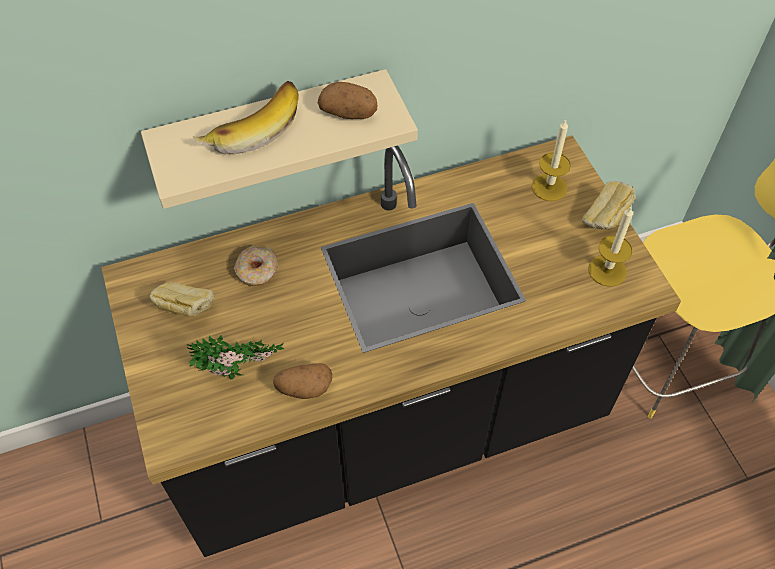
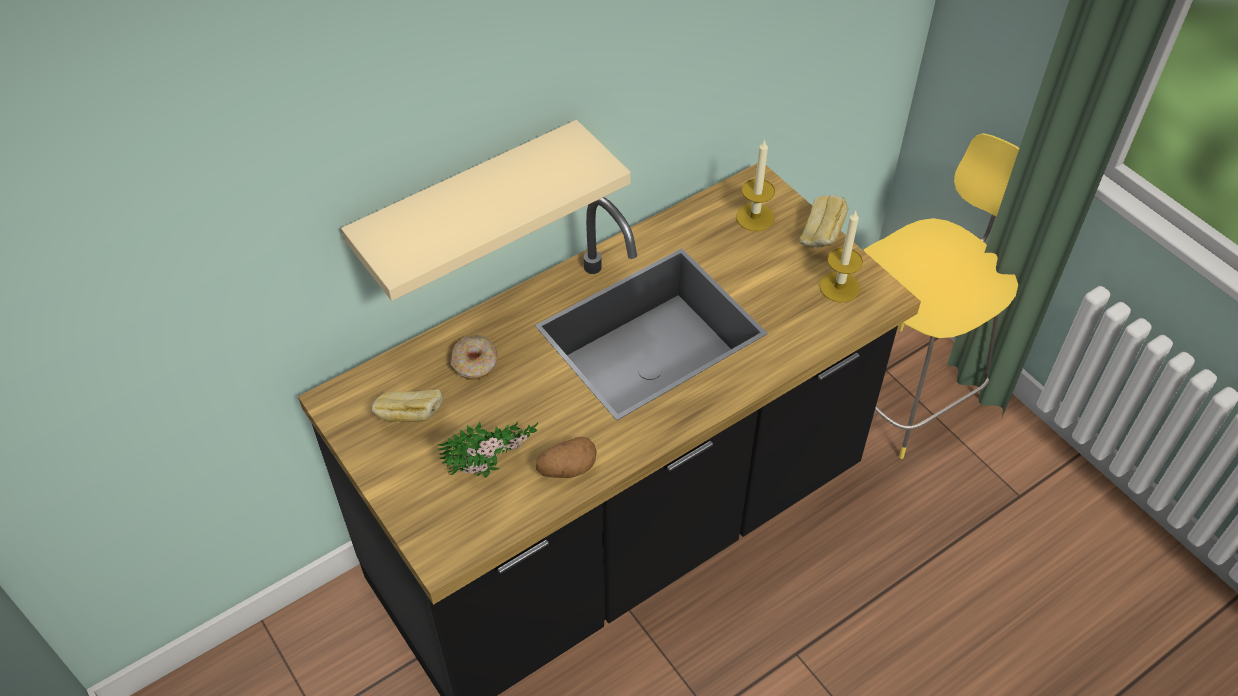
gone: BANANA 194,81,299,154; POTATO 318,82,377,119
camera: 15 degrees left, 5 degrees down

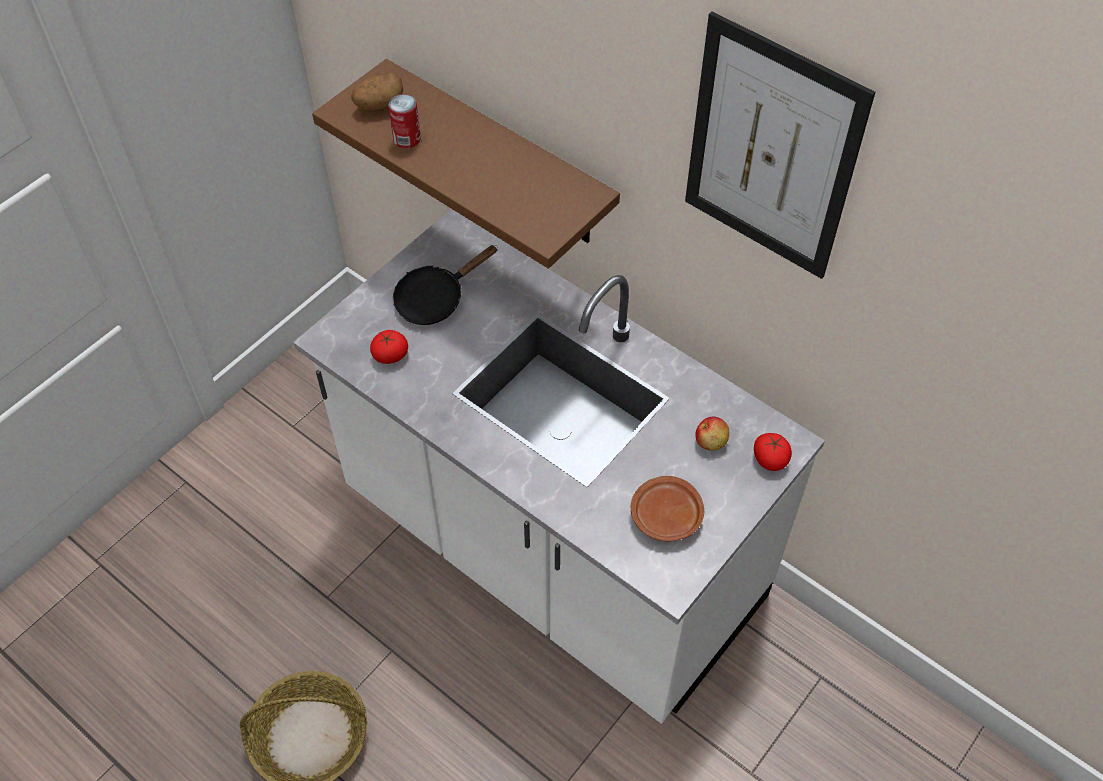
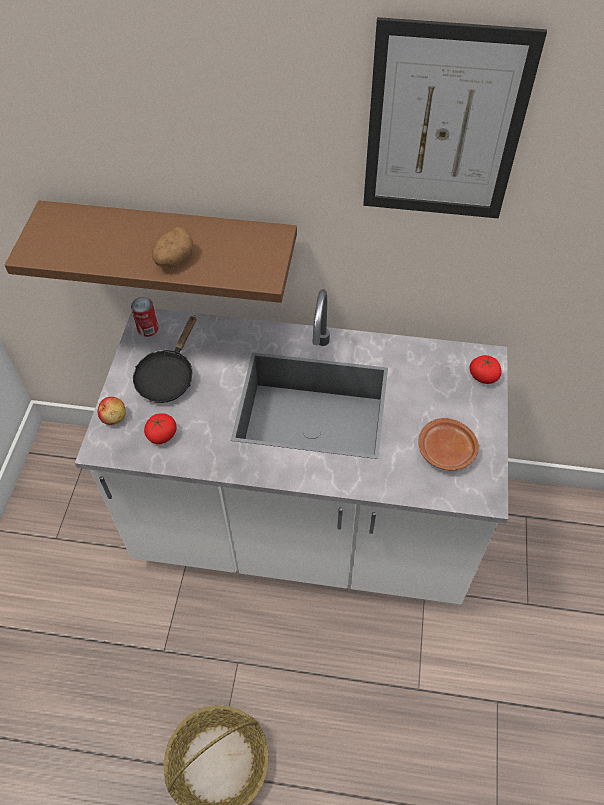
shifted: POTATO 351,73,403,112 to 152,227,193,268; CAN 389,94,421,148 to 131,297,159,337; APPLE 695,417,729,451 to 98,397,126,425
camera: 30 degrees left, 0 degrees up

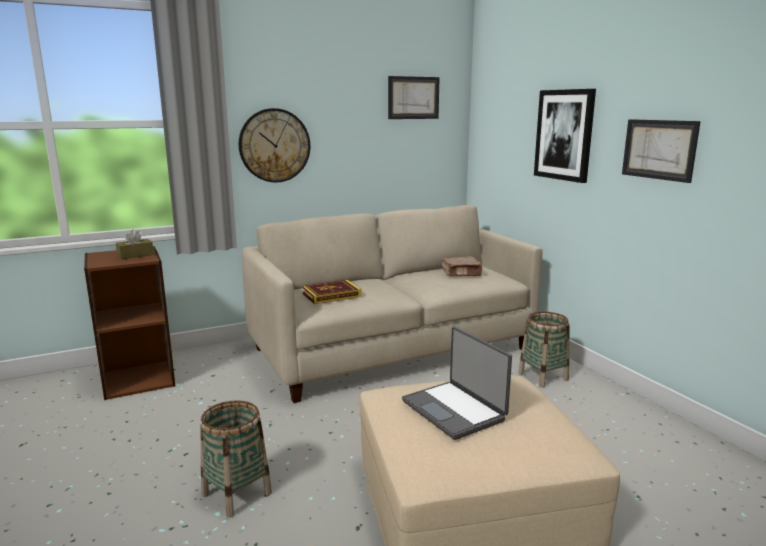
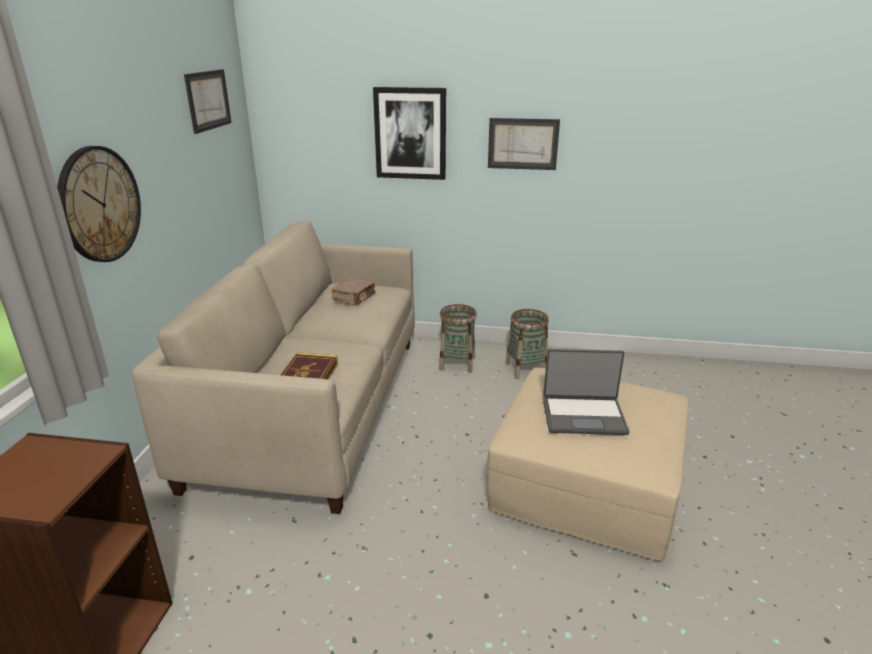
gone: BROWN TISSUE BOX 116,230,154,259
shifted: BASKET 200,400,272,518 to 505,309,549,379
camera: 55 degrees left, 10 degrees up

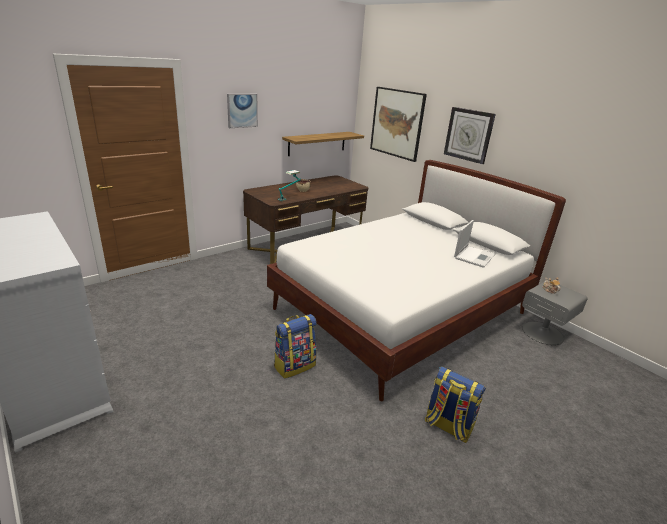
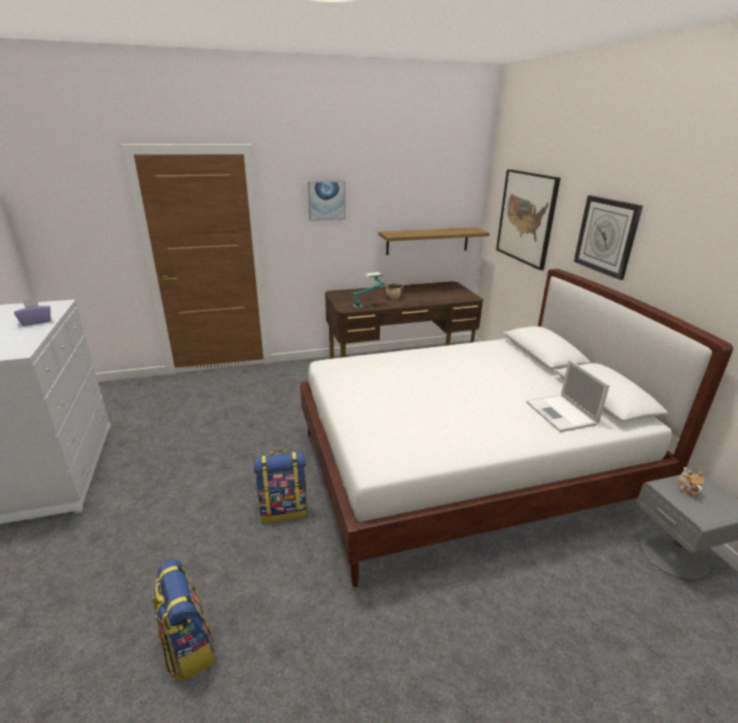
new: PURPLE TISSUE BOX 14,298,51,326
shifted: BACKPACK 425,366,486,443 to 153,560,215,681
rotated: LAPTOP 454,220,495,268 = 526,360,610,432 105 degrees clockwise
camera: 25 degrees right, 0 degrees up

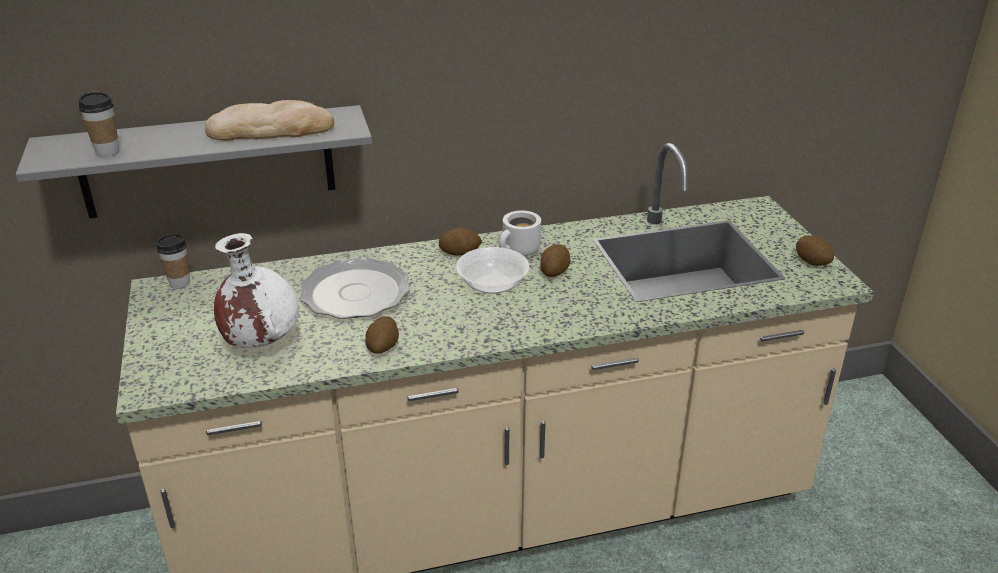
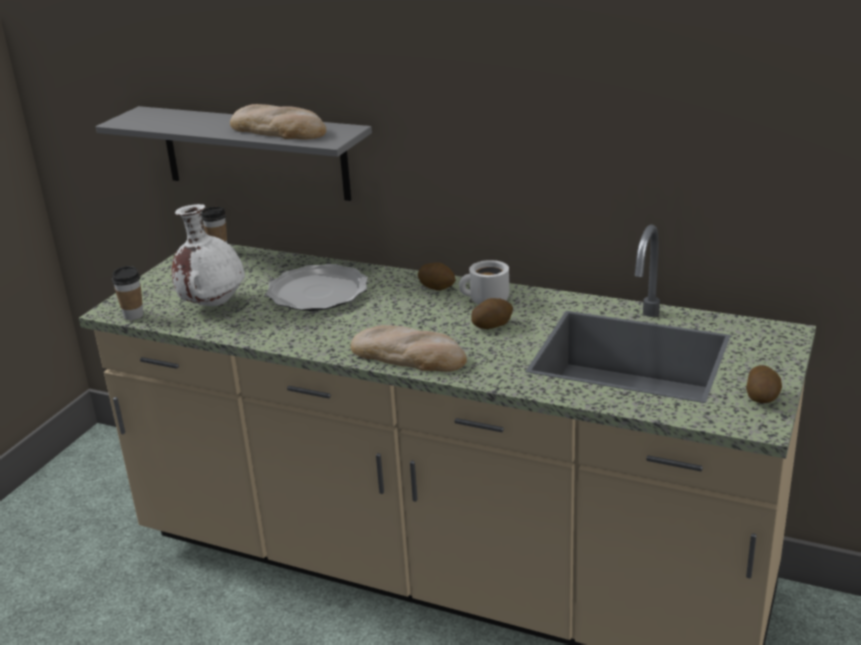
gone: BOWL 456,247,529,294; POTATO 365,316,399,354
new: BREAD 351,325,467,372
shifted: CUP 78,92,119,156 to 112,266,144,320
camera: 40 degrees right, 5 degrees down

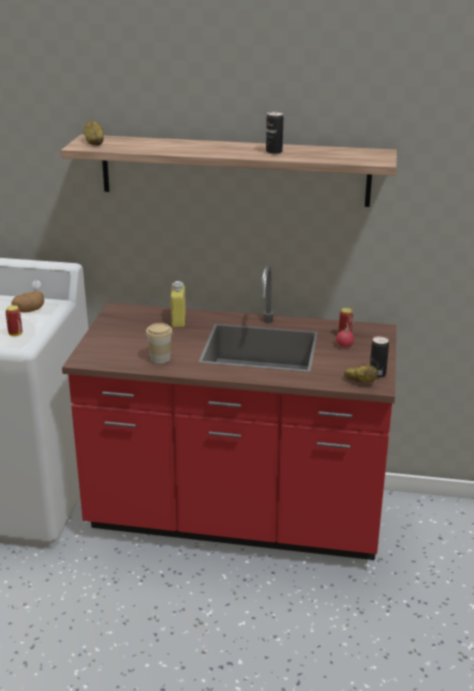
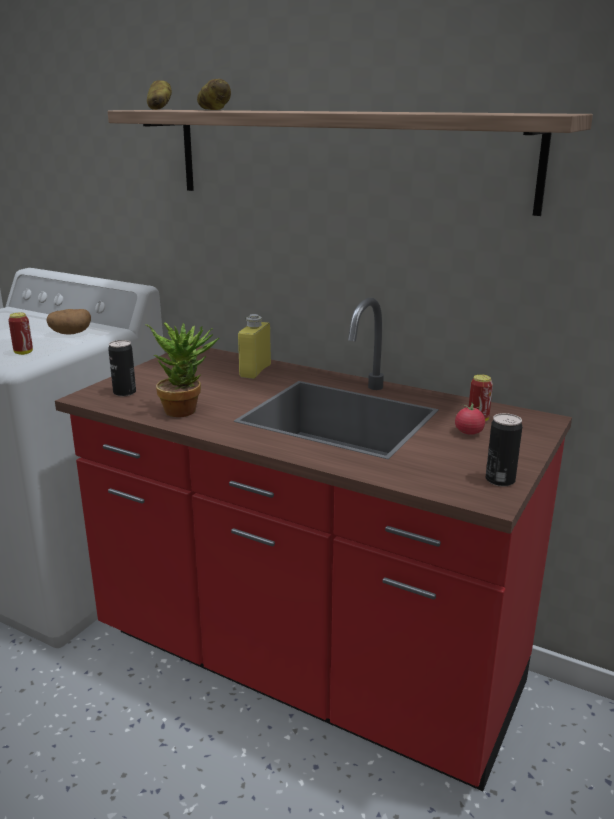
shifted: CAN 266,112,283,154 to 108,340,136,396; POTATO 344,365,378,383 to 197,79,231,110
swapped: CUP 146,323,173,364 to POTTED PLANT 146,322,219,417
camera: 20 degrees right, 5 degrees down

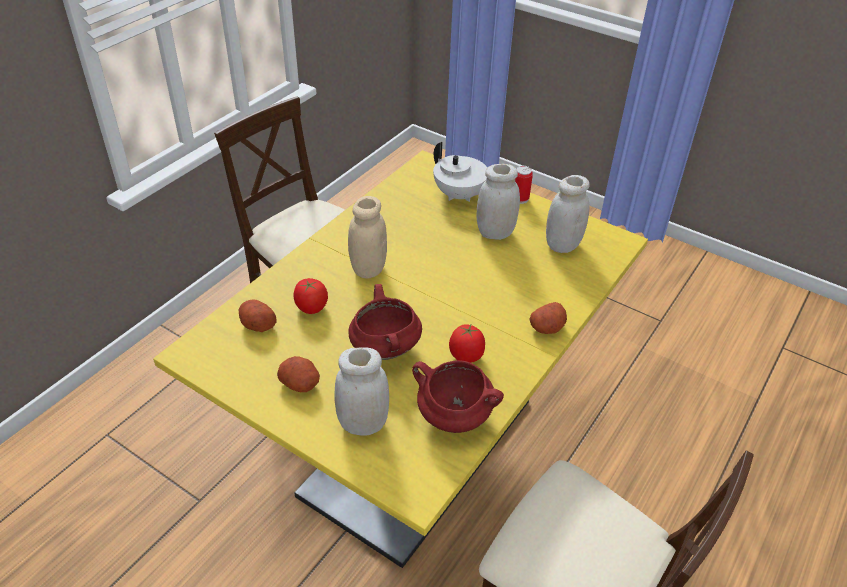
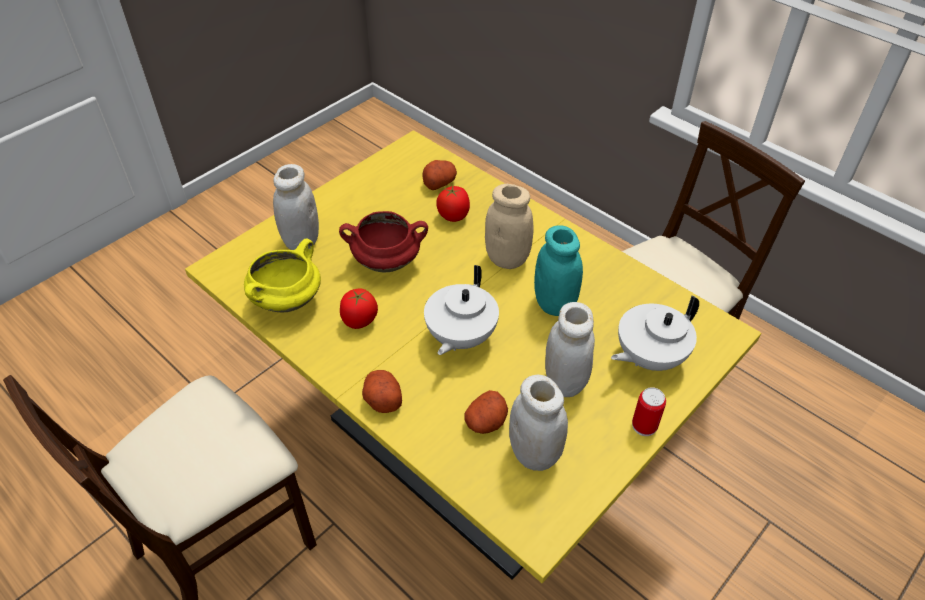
new: TURQUOISE JAR 534,225,583,316; WHITE TEAPOT 424,265,499,355
shifted: POTATO 277,356,320,392 to 465,390,508,434
repainted: RED COOKING POT 412,360,504,433 to YELLOW COOKING POT 244,238,321,313
camera: 100 degrees right, 5 degrees up

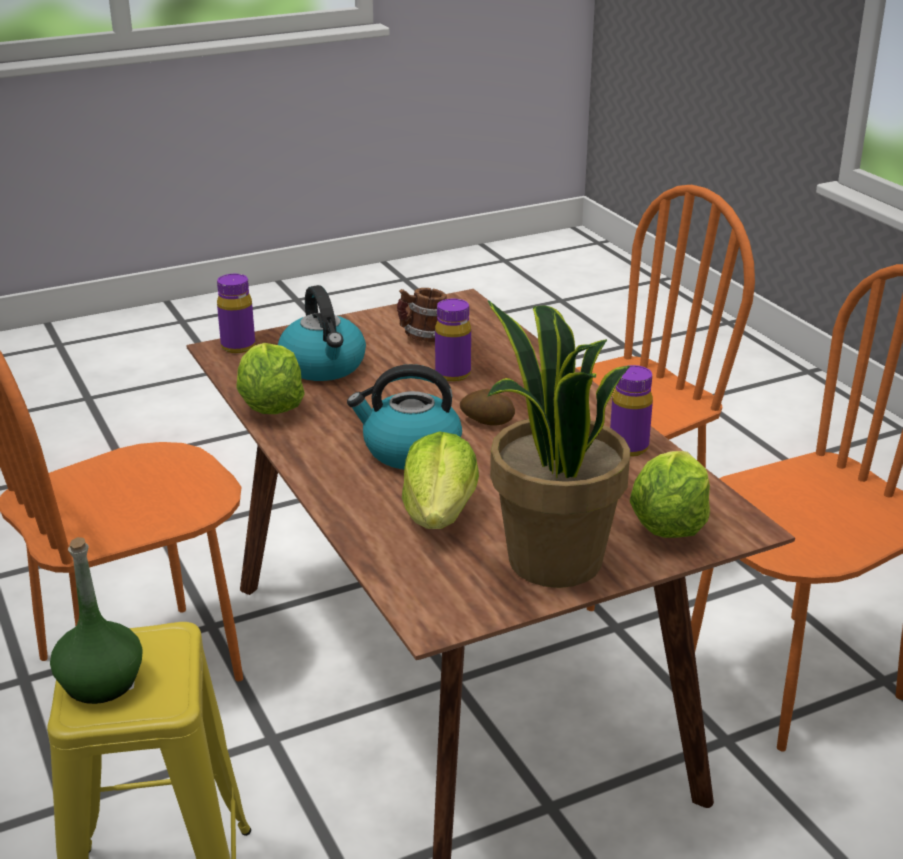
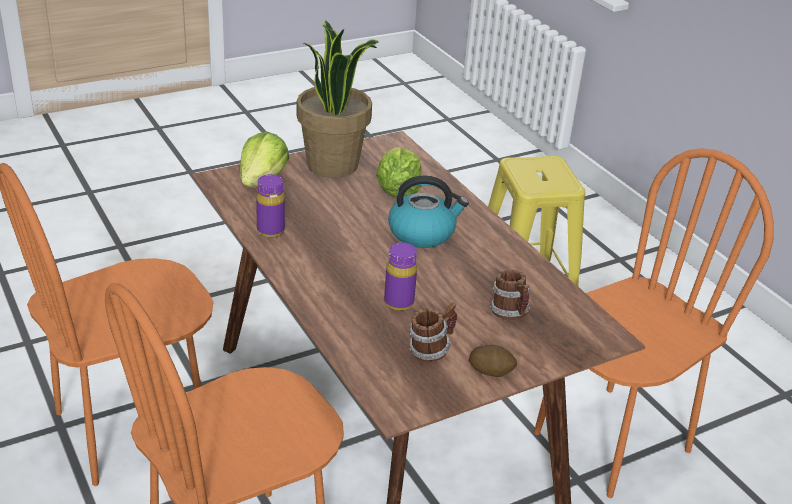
gone: PURPLE BOTTLE 217,274,255,353; LETTUCE 237,343,305,414; GREEN BOTTLE 50,537,143,704
shifted: POTATO 460,389,515,426 to 469,345,517,377
swapped: KETTLE 278,285,366,381 to MUG 490,270,530,320
camera: 175 degrees right, 5 degrees up

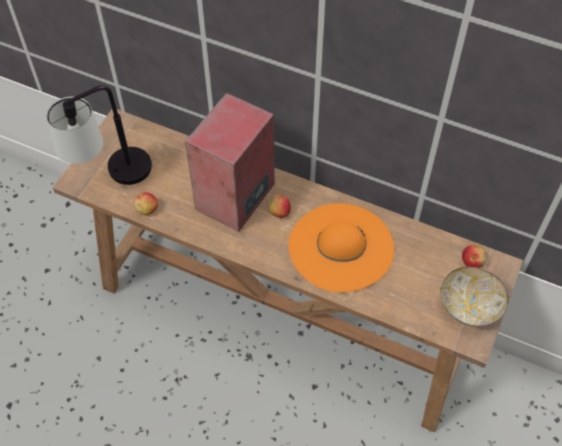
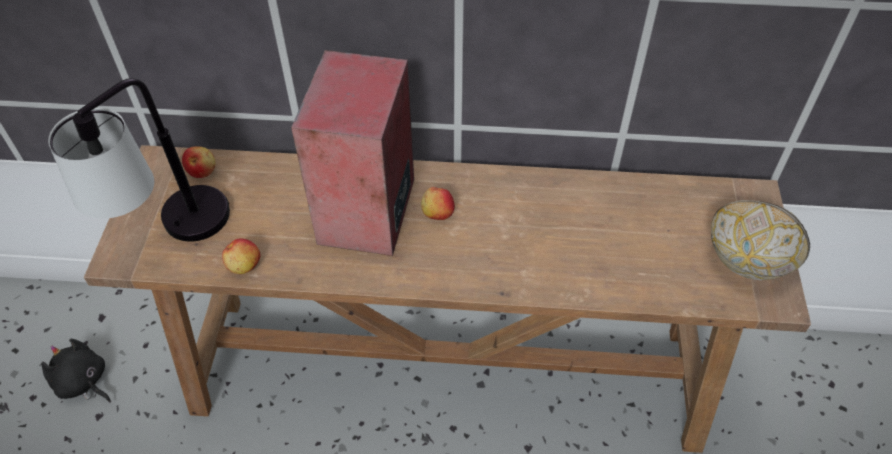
gone: ORANGE HAT 288,203,394,293
new: BLACK PLUSH TOY 42,339,111,402
shifted: APPLE 462,245,486,268 to 182,147,215,178
camera: 20 degrees left, 5 degrees down

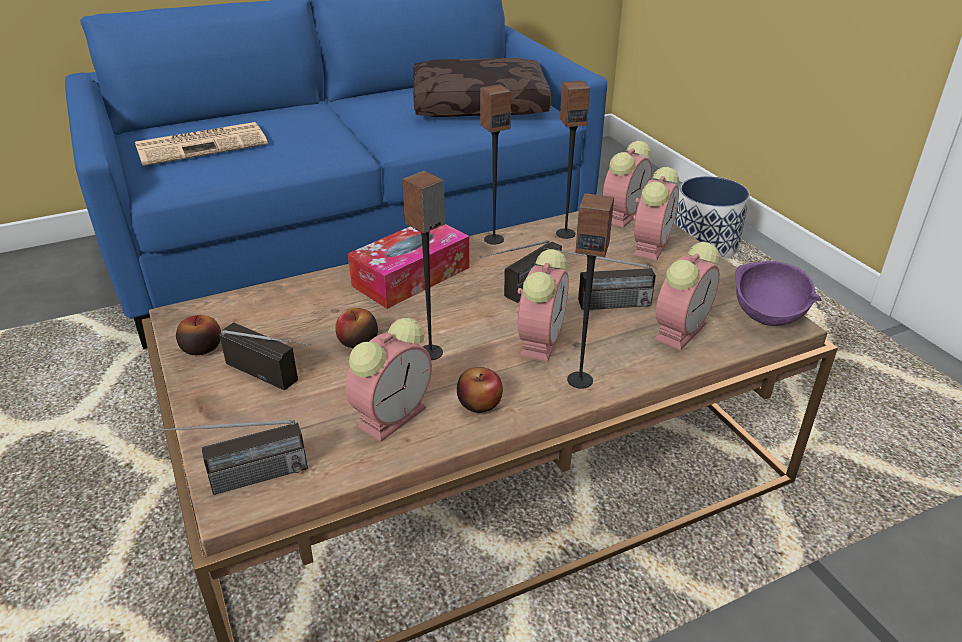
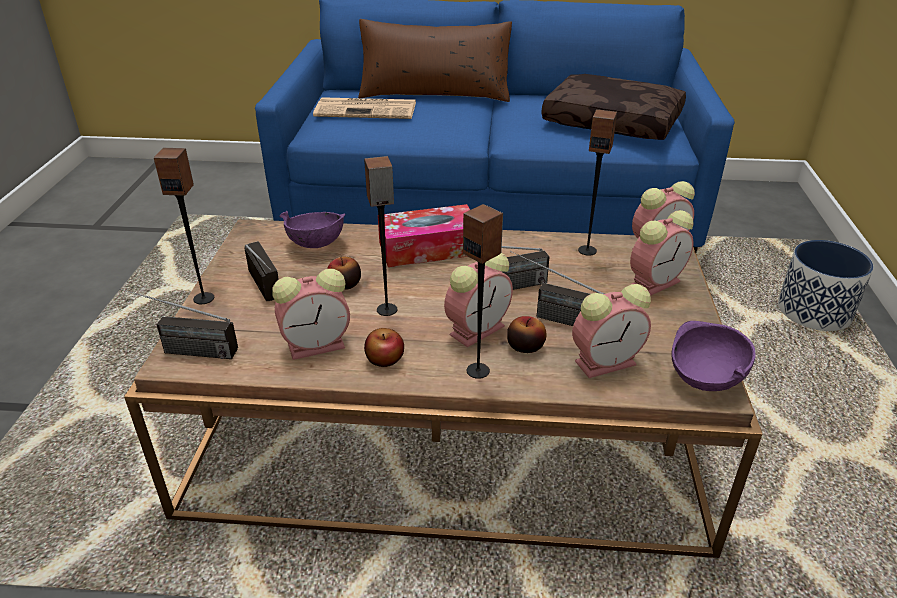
new: BROWN PILLOW 358,19,512,102; PURPLE BOWL 280,211,346,248
shifted: SPEAKER 480,84,511,245 to 154,148,214,304; APPLE 176,315,221,355 to 507,316,547,353
camera: 30 degrees right, 0 degrees up

